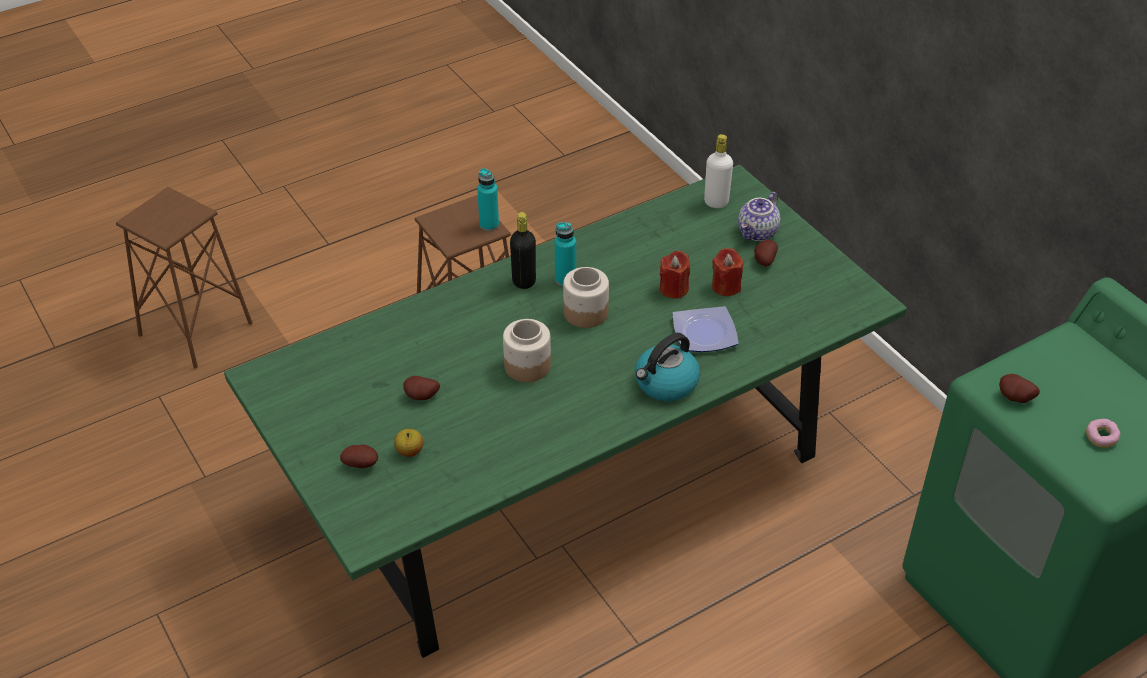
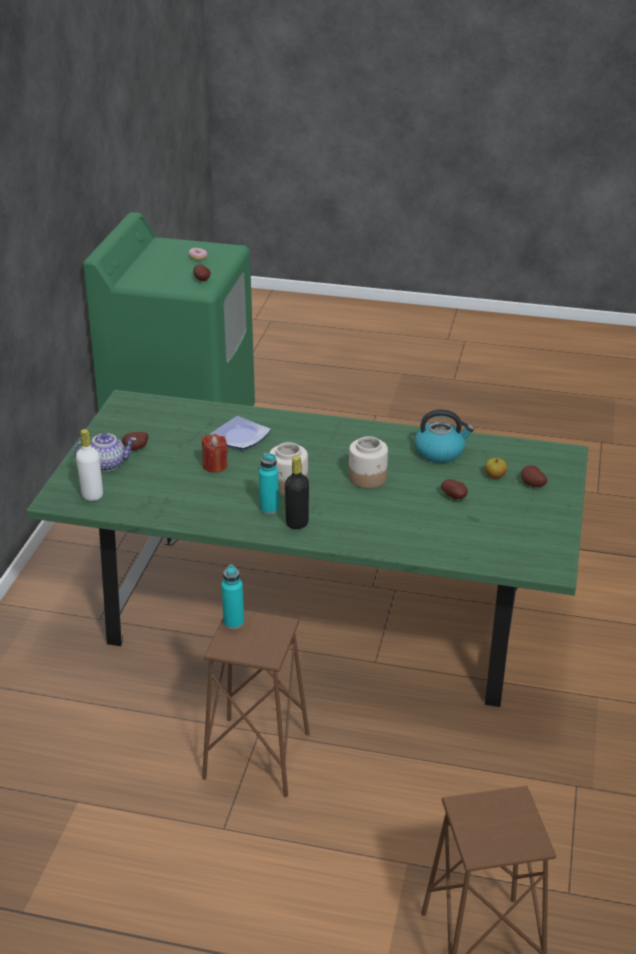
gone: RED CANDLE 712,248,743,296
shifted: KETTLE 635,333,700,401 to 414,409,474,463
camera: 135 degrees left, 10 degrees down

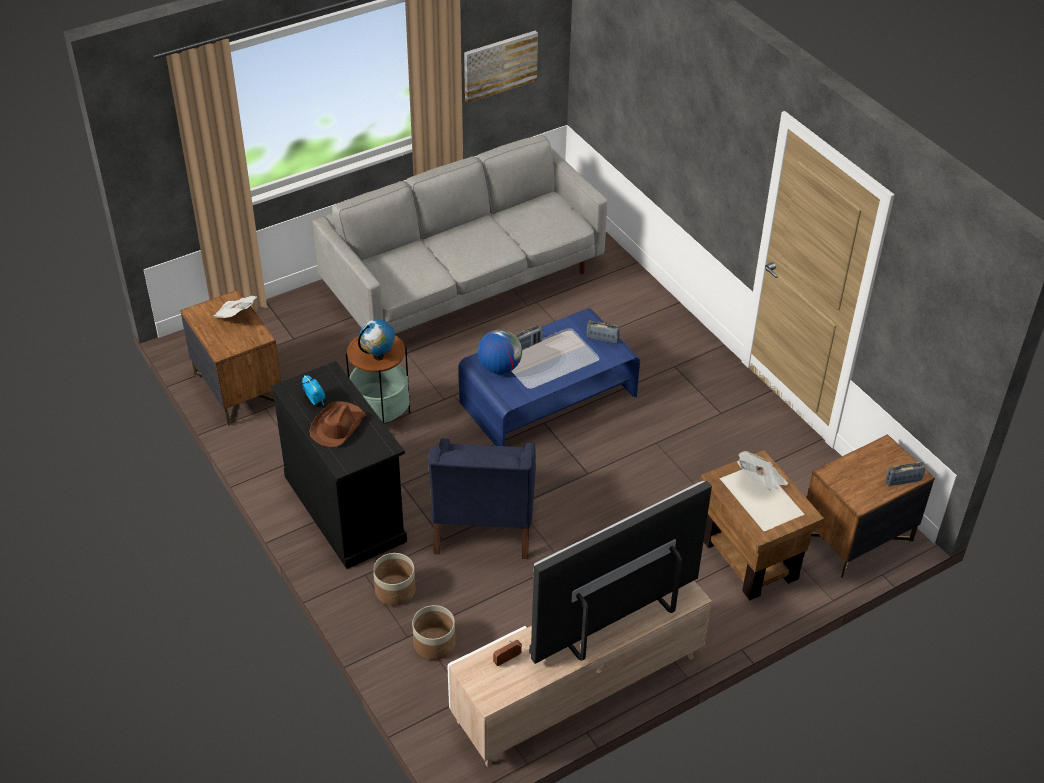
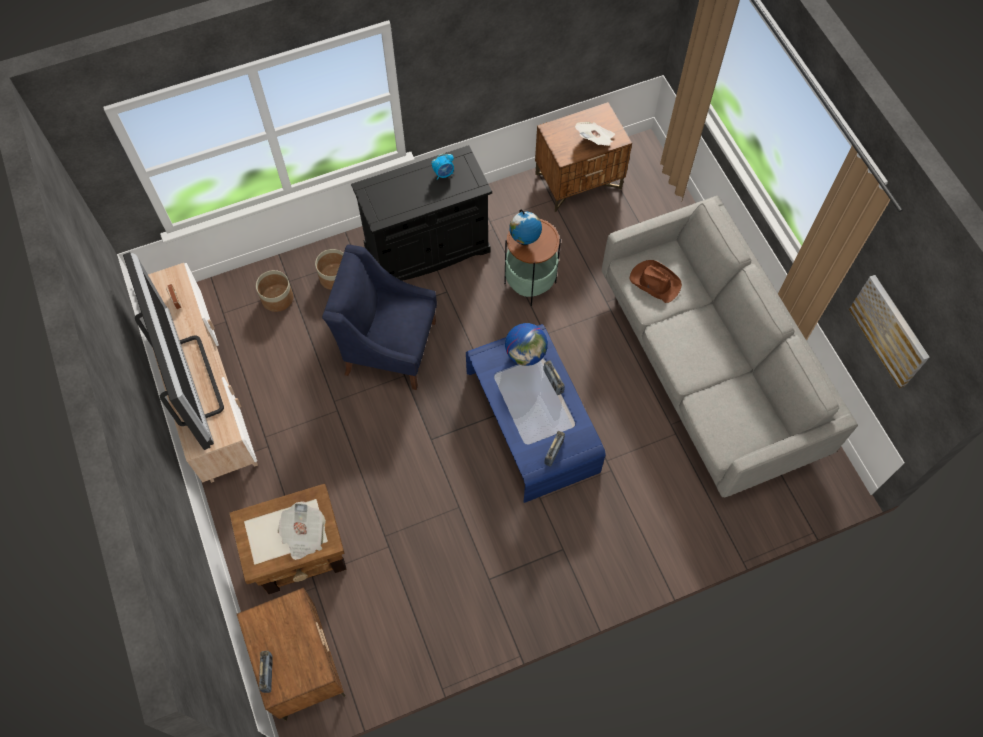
shifted: BROWN HAT 309,401,366,447 to 630,260,682,303
camera: 100 degrees right, 20 degrees up

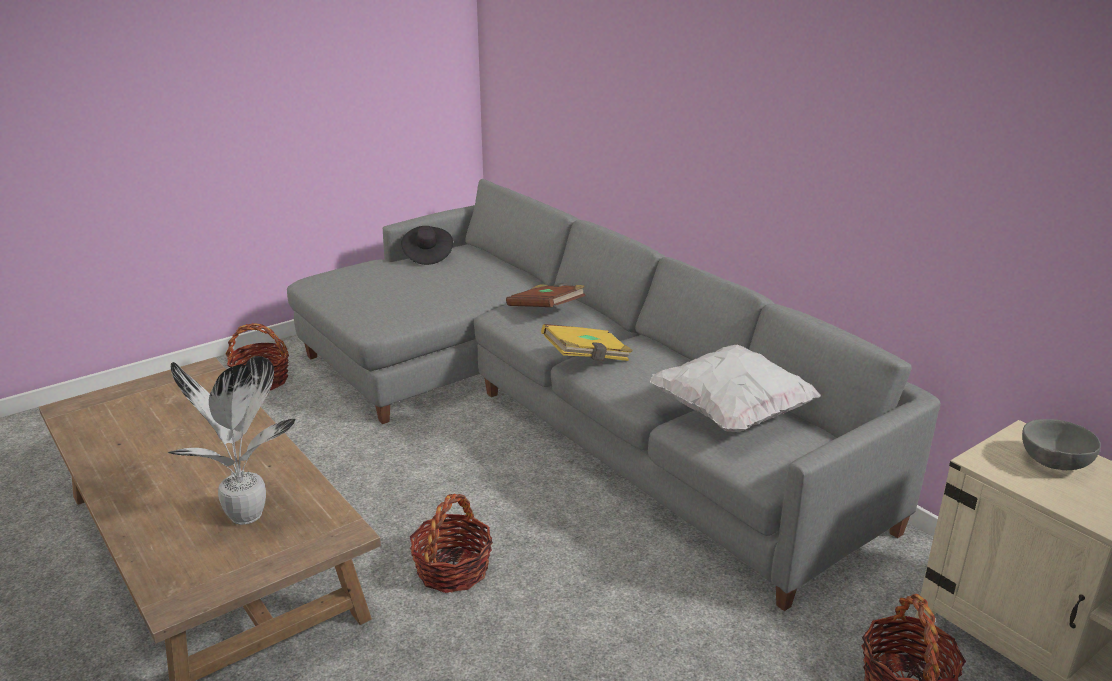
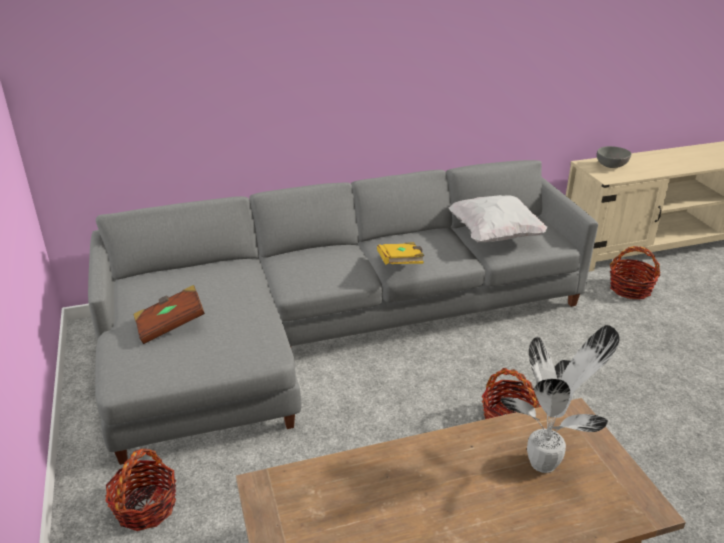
gone: BLACK HAT 401,226,453,265
shifted: BROWN BOOK 506,283,586,307 to 134,285,205,344
camera: 70 degrees left, 5 degrees up

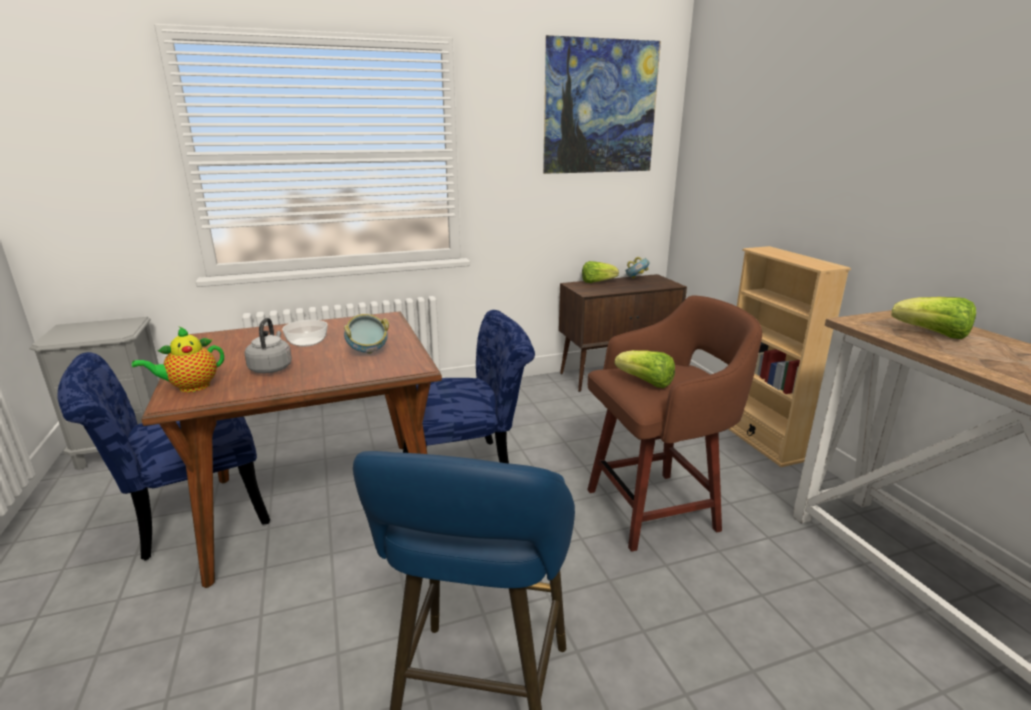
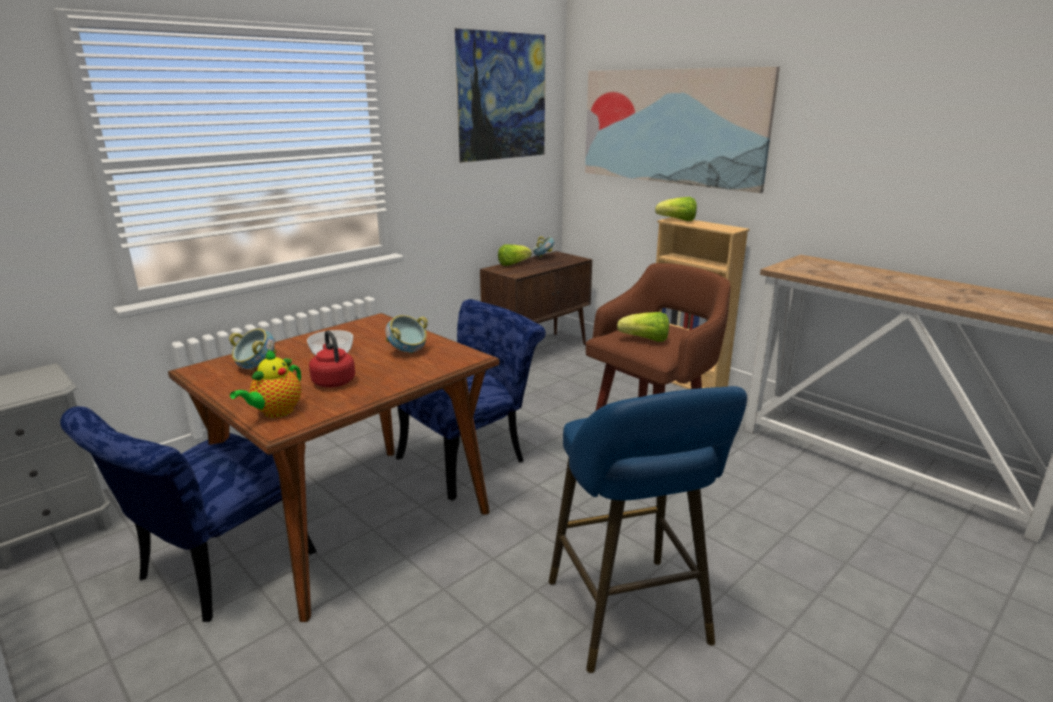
new: PICTURE 585,67,780,193; BOWL 229,328,276,370
shifted: LETTUCE 891,297,976,339 to 655,197,697,221
repainted: GREY KETTLE 244,318,292,373 to RED KETTLE 309,330,355,388
camera: 25 degrees left, 0 degrees up

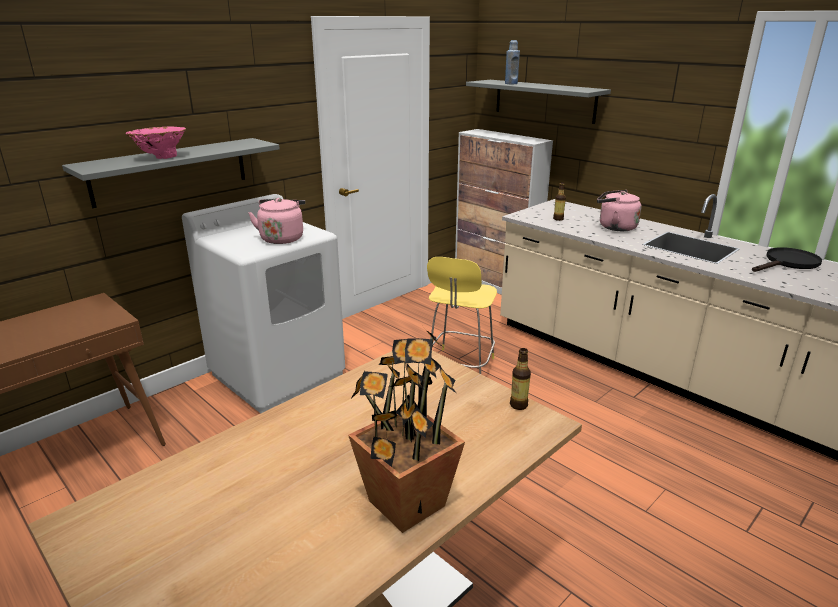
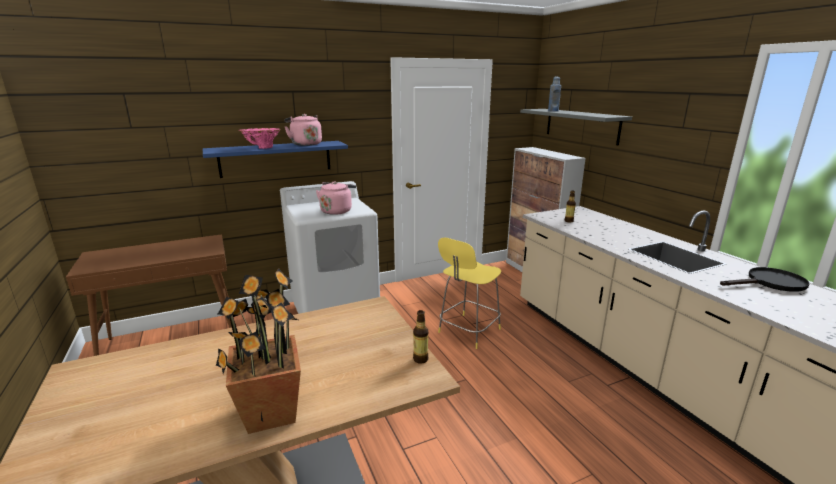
shifted: PINK KETTLE 597,190,642,231 to 284,114,322,146
repainted: GREY SHELF 62,138,280,208 to BLUE SHELF 203,141,348,178
camera: 20 degrees right, 5 degrees down

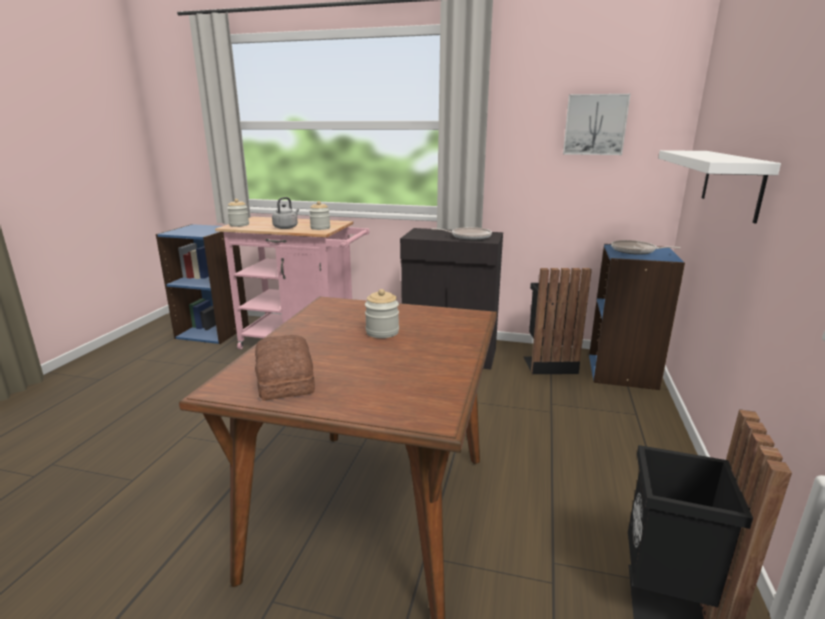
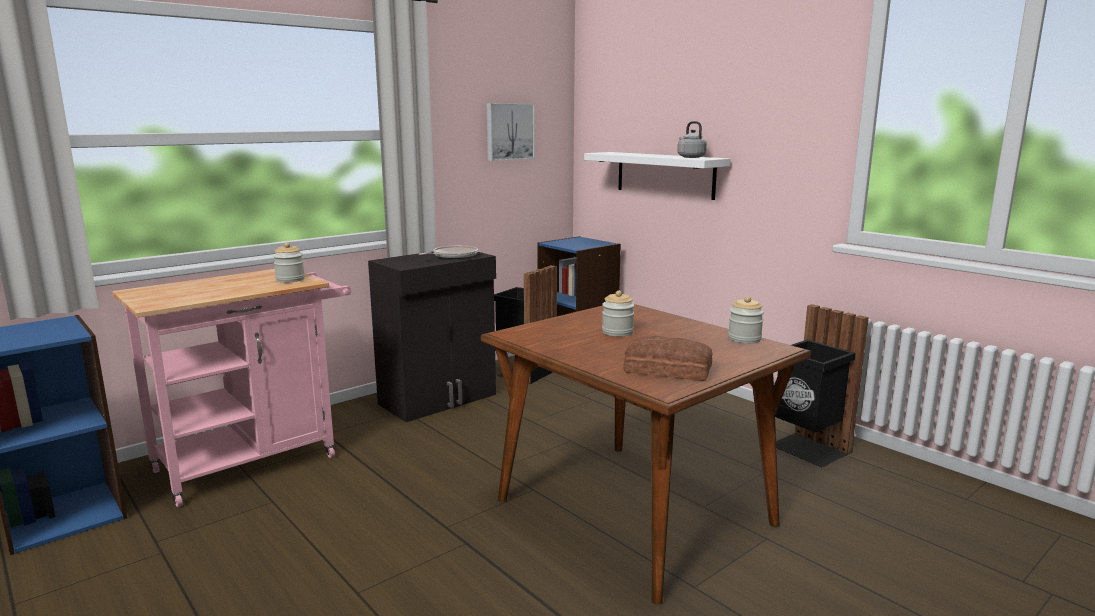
gone: FRYING PAN 611,240,681,255
shifted: GREY KETTLE 272,197,299,229 to 678,121,707,158; JAR 227,199,249,227 to 728,296,764,344
camera: 55 degrees left, 5 degrees down

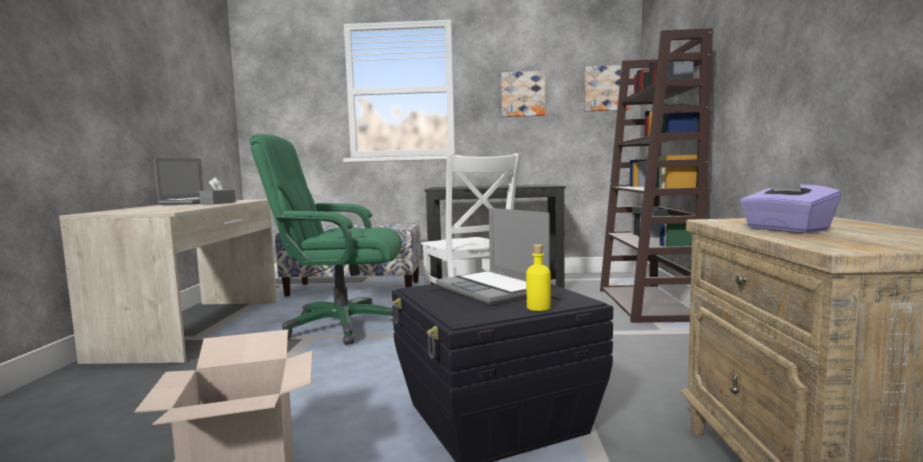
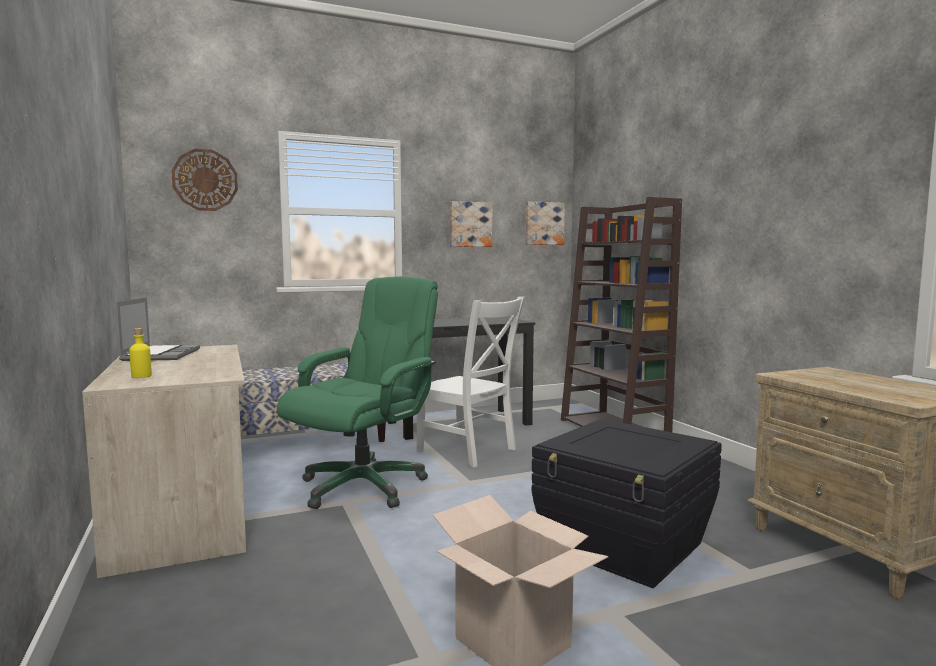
gone: PURPLE TISSUE BOX 740,172,841,233; GREY TISSUE BOX 199,177,236,204; LAPTOP 436,208,550,305
new: WALL CLOCK 172,149,238,211
shifted: YELLOW BOTTLE 526,244,551,311 to 129,328,152,378
rotated: GREEN OFFICE CHAIR 250,134,402,345 = 277,276,438,509 150 degrees clockwise
camera: 25 degrees left, 0 degrees up

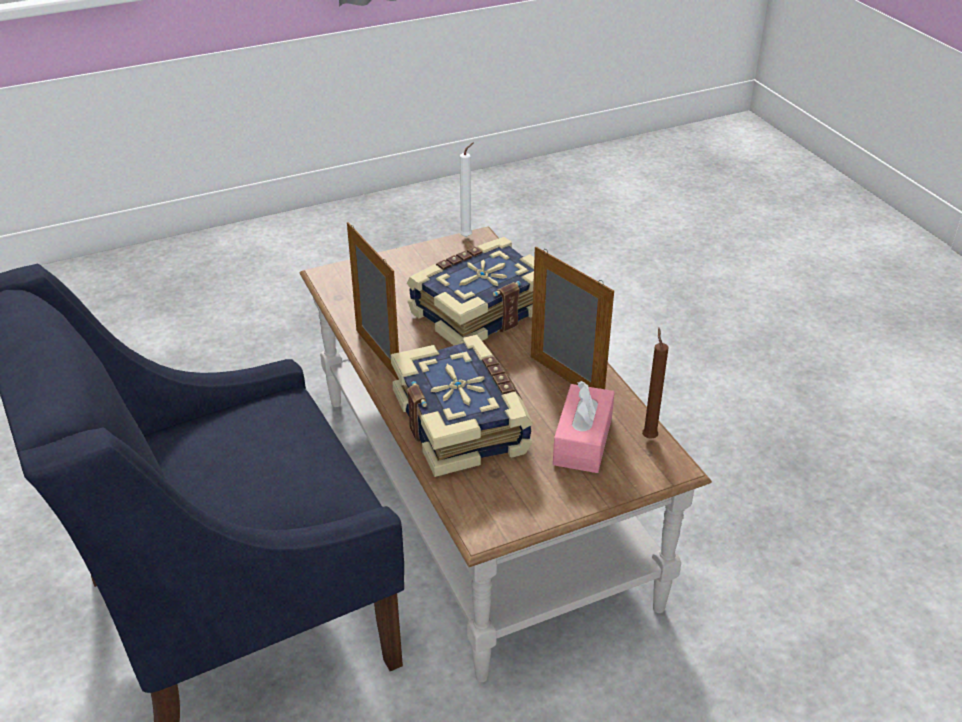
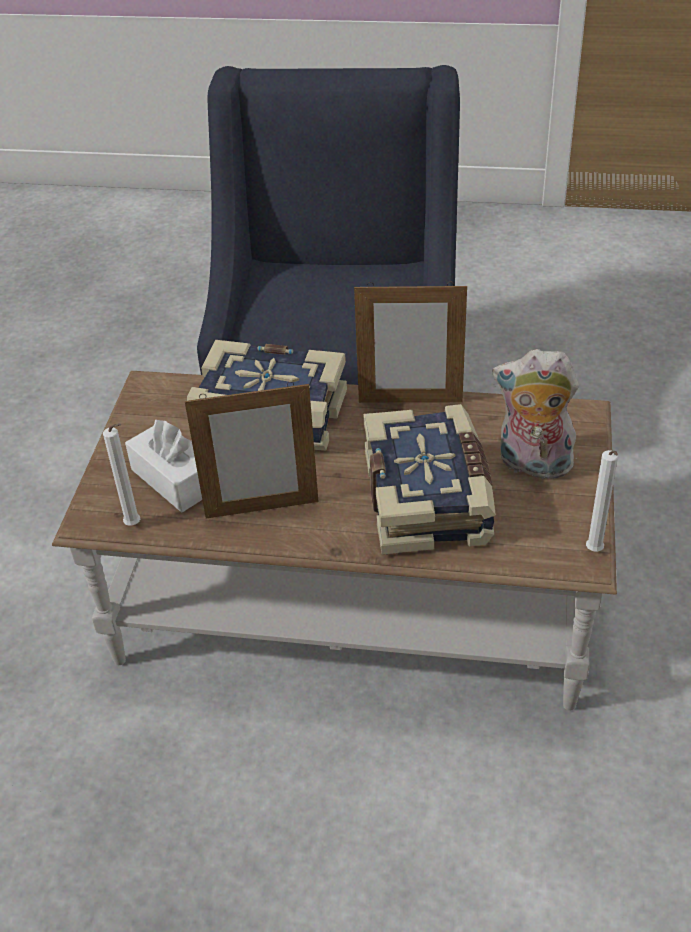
new: PLUSH TOY 493,349,579,479
repainted: BROWN CANDLE 642,327,668,439 to WHITE CANDLE 103,424,140,526; PINK TISSUE BOX 553,381,615,473 to WHITE TISSUE BOX 125,420,202,512
camera: 125 degrees right, 5 degrees up

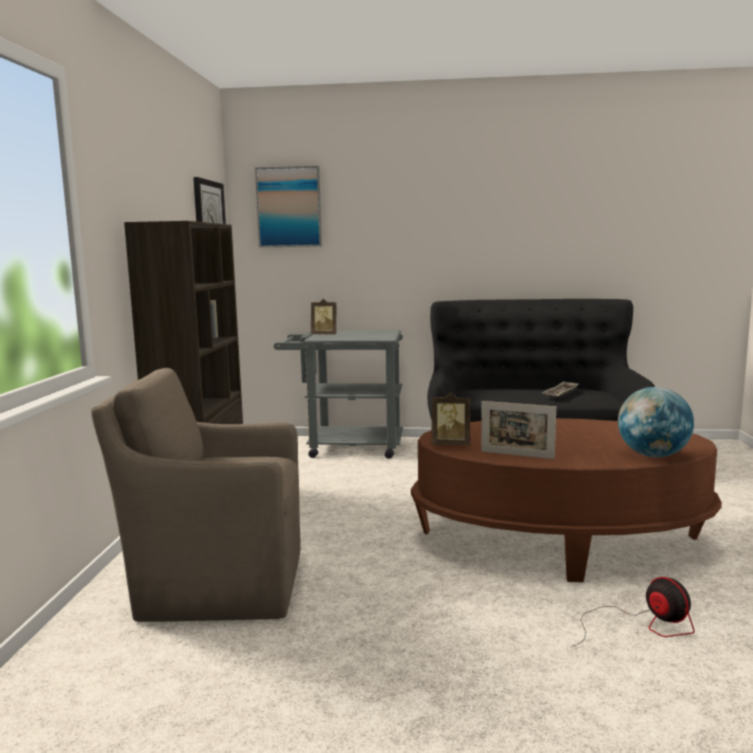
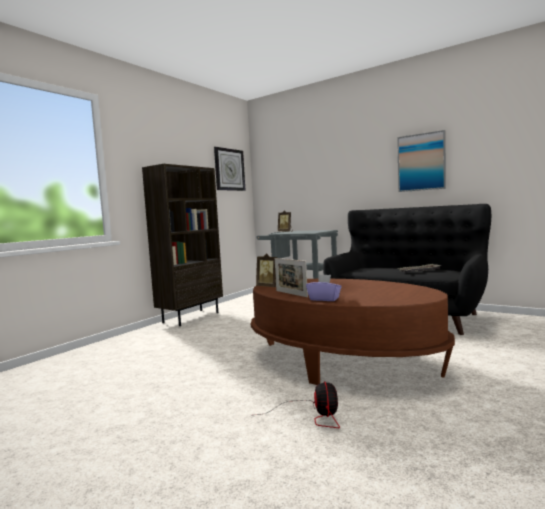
gone: BROWN ARMCHAIR 91,368,301,622; GLOBE 618,387,694,458
new: PURPLE TISSUE BOX 306,274,342,301
shifted: PICTURE 255,166,322,248 to 397,130,446,192
camera: 30 degrees right, 5 degrees down

